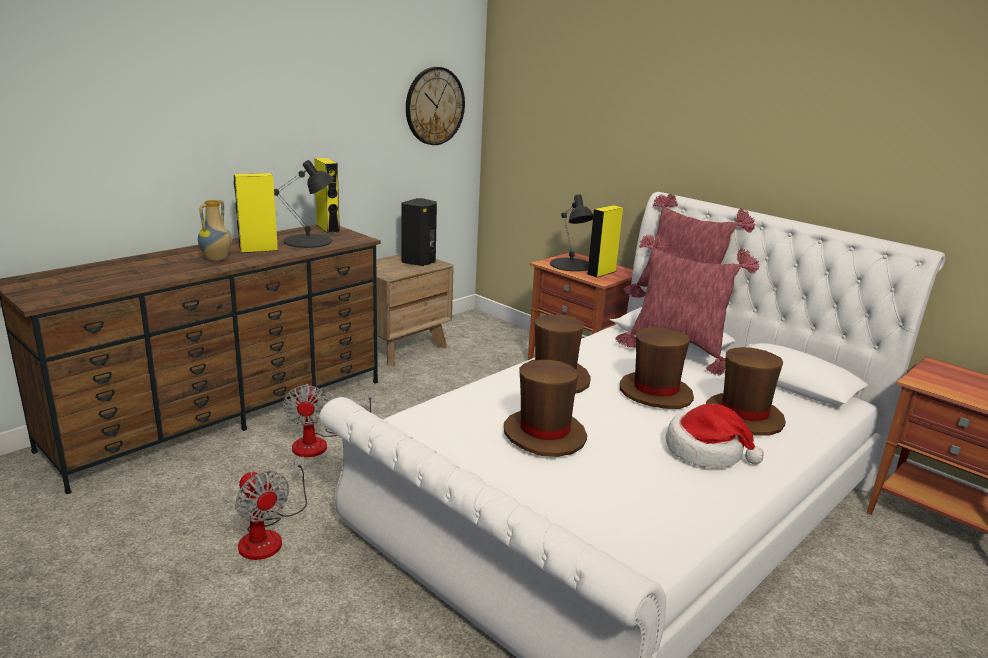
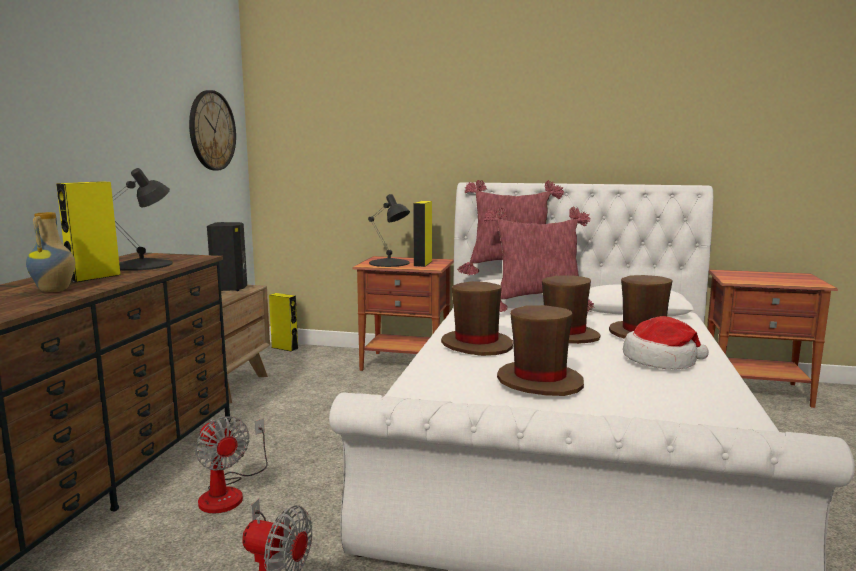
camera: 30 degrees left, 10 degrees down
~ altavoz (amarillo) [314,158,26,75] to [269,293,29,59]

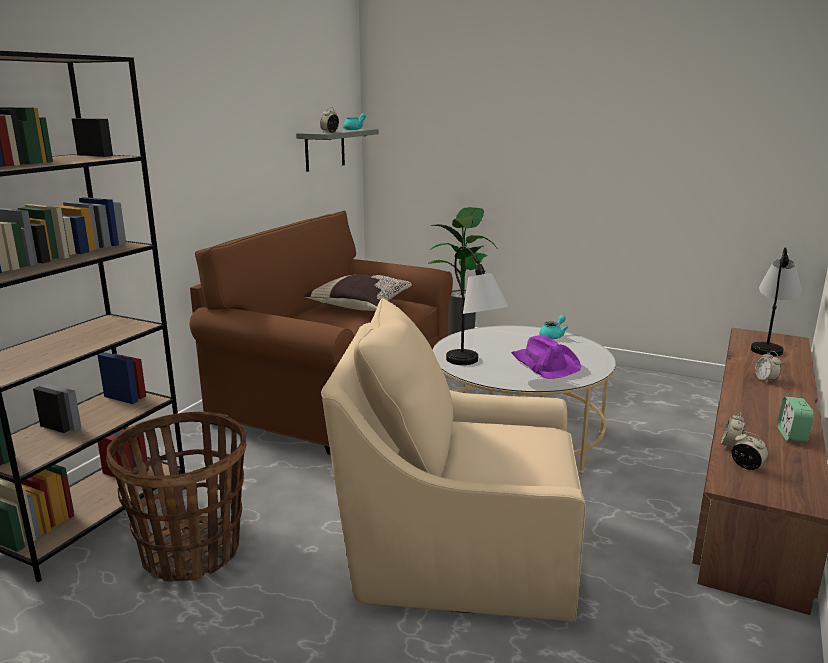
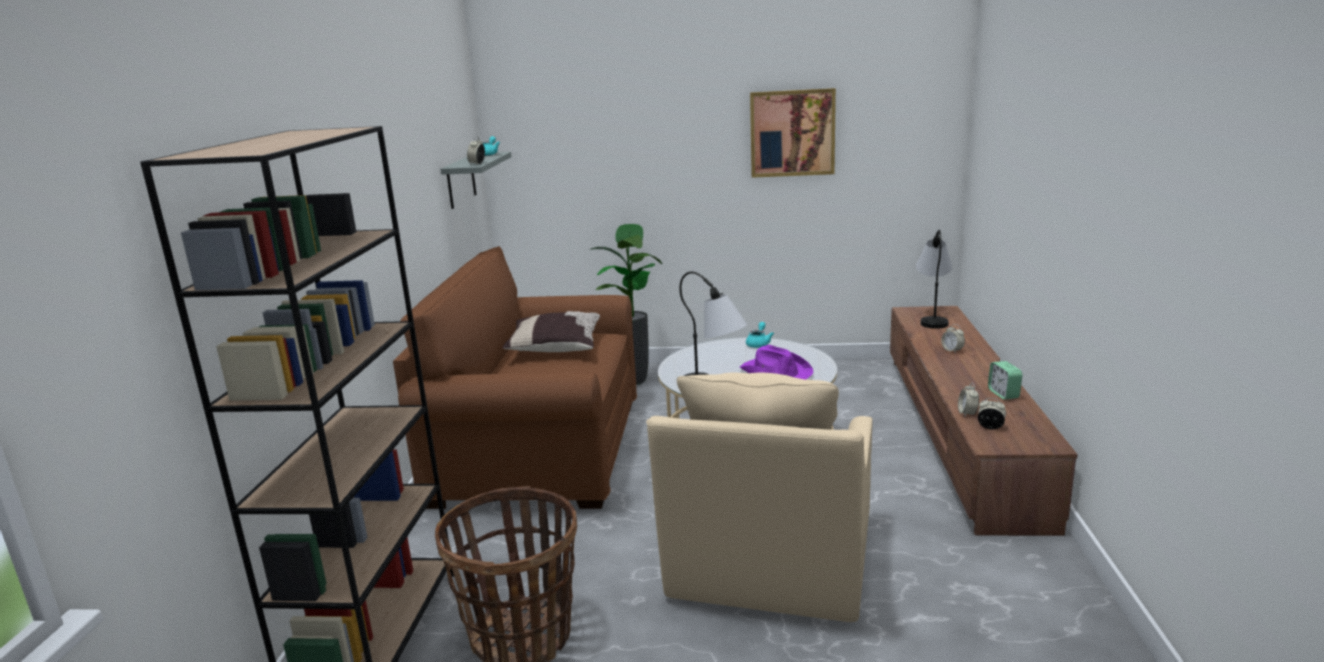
camera: 20 degrees left, 0 degrees up
~ sillón (beis) [321,298,265,324] = [646,372,227,250] 60 degrees counterclockwise
+ cuadro [750,88,86,90]

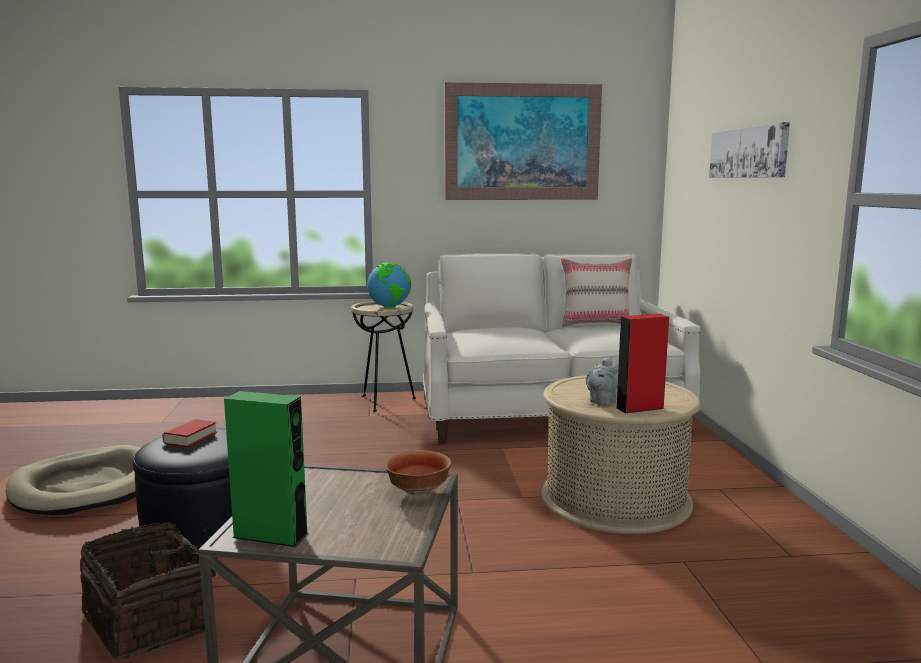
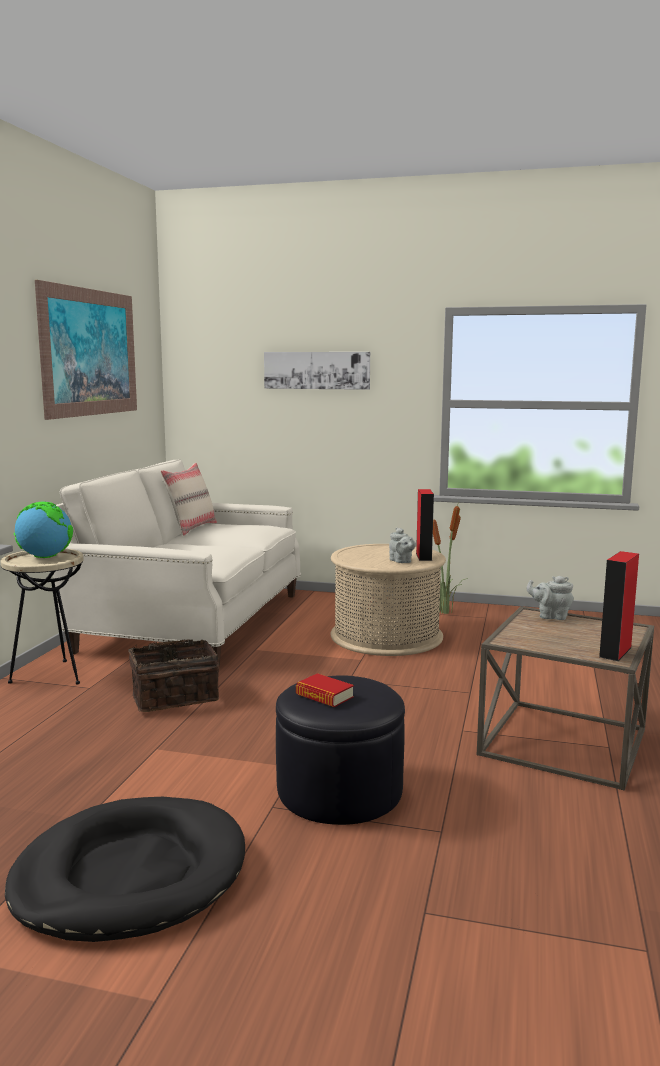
camera: 70 degrees left, 0 degrees up
~ cama para perro (beis) [5,445,136,70] to cama para perro (negro) [5,797,240,145]
~ cesta [80,523,136,137] to [128,639,91,73]
~ altavoz (verde) [224,391,85,156] to altavoz (rojo) [599,551,40,110]
~ cuenco [385,450,67,46] to tetera (gris) [526,576,48,44]
+ planta en maceta [433,501,35,113]

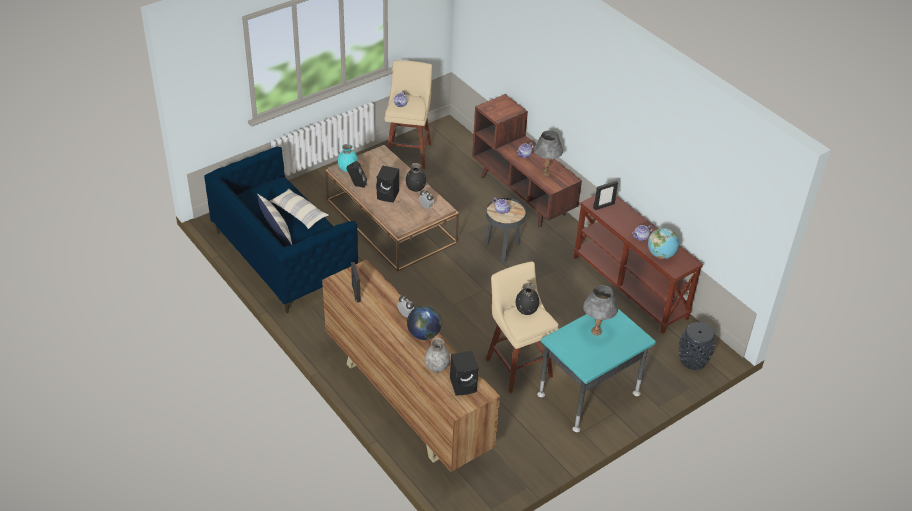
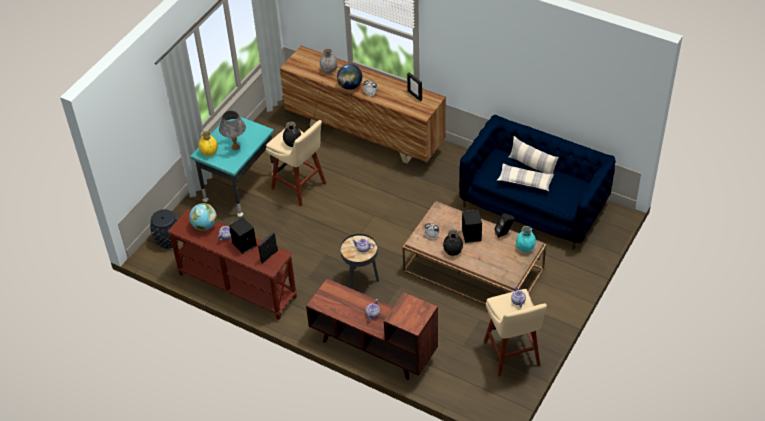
camera: 160 degrees right, 5 degrees up
~ altavoz (negro) [450,351,28,44] to [229,217,28,37]
- lámpara de mesa (gris) [534,130,29,46]
+ florero (amarillo) [199,131,19,25]

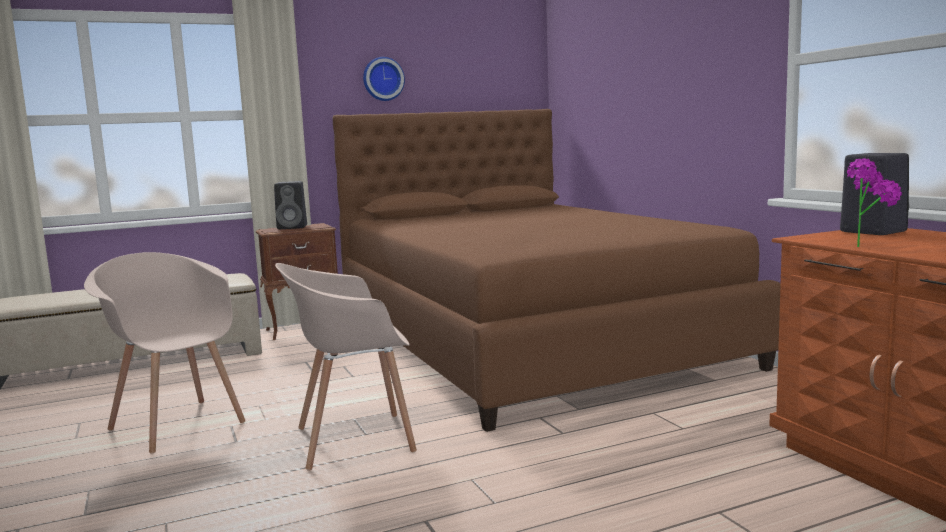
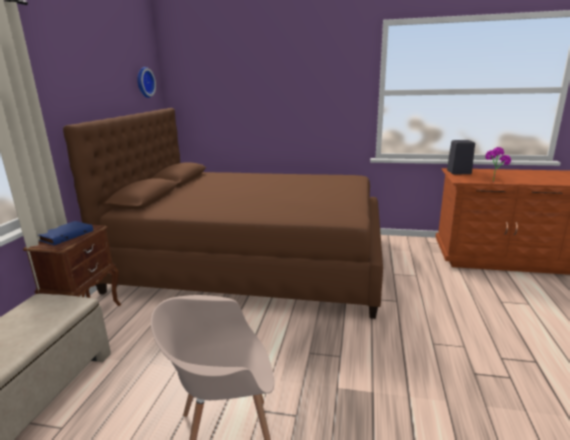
camera: 55 degrees left, 10 degrees up
~ altavoz (negro) [274,181,33,48] to libro (azul) [38,221,55,24]
- silla (beis) [275,263,142,208]
~ reloj de pared [363,57,42,44] to [137,67,19,31]

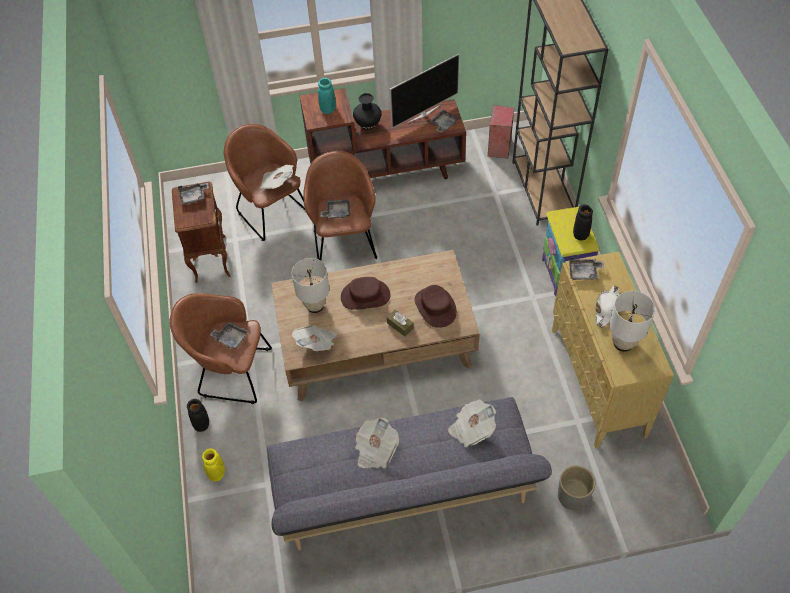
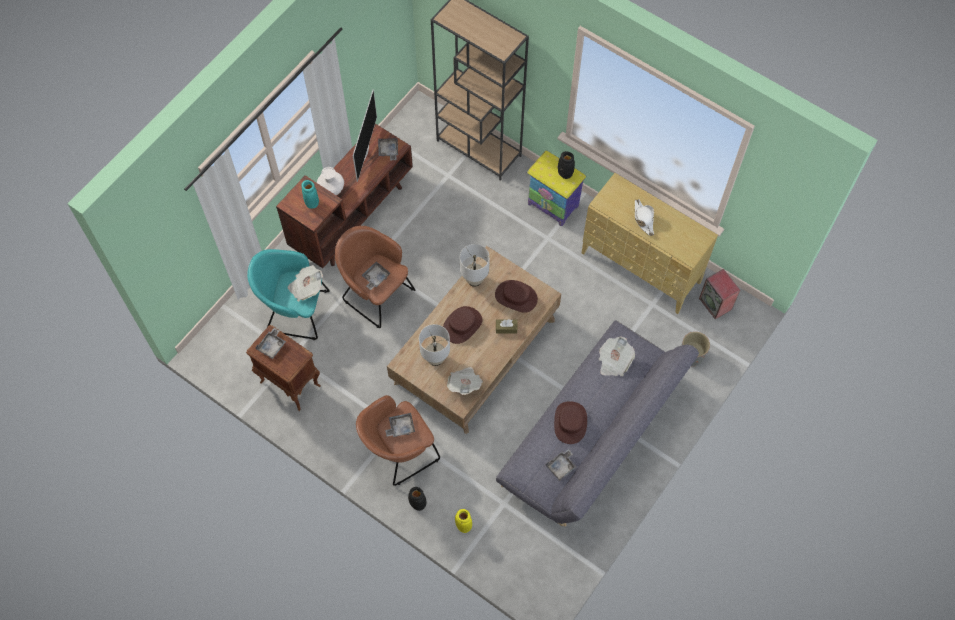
camera: 45 degrees left, 10 degrees up
~ sillón (marrón) [224,124,81,117] to sillón (turquesa) [247,249,83,91]
~ florero (negro) [353,93,29,37] to florero (blanco) [317,167,27,28]
~ periódico [355,417,44,51] to sombrero (marrón) [554,401,33,43]
~ altavoz [488,105,26,54] to [699,269,41,51]
~ bandeja (gris) [569,257,35,23] to [546,449,31,32]
~ lámpara de mesa (blanco) [609,291,46,61] to [460,244,30,43]

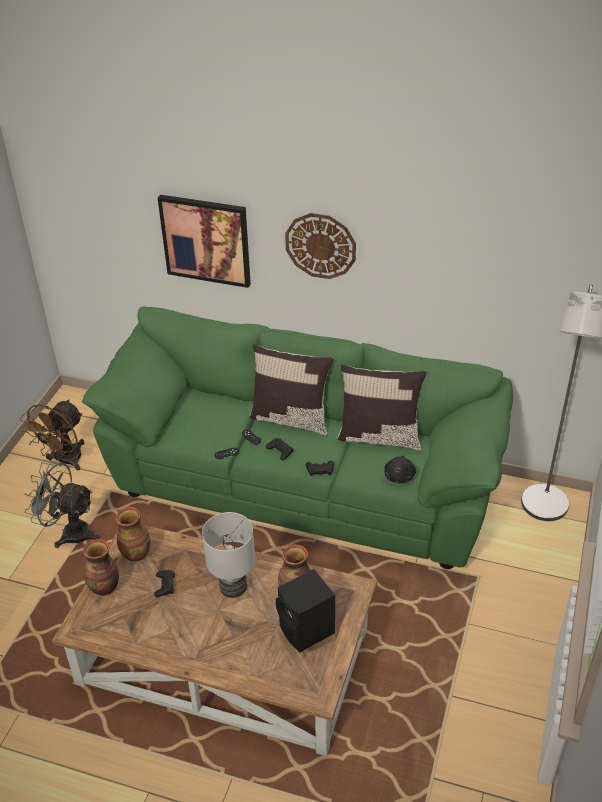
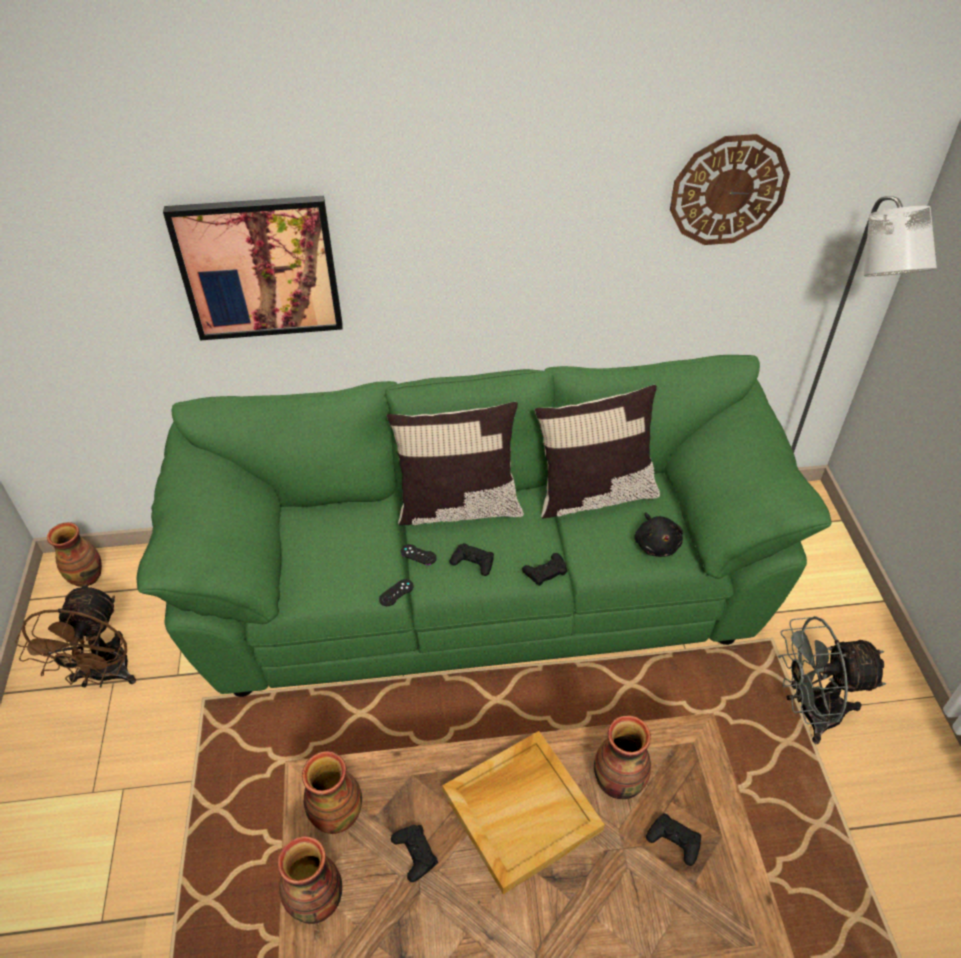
camera: 25 degrees left, 5 degrees up
~ ventilador (gris) [24,461,76,87] to [778,616,108,128]
~ lámpara de mesa (gris) [202,512,53,86] to bandeja (beis) [442,731,163,163]
~ altavoz (negro) [276,569,59,83] to mando de consola (negro) [646,813,55,53]
~ reloj de pared [285,213,71,66] to [670,134,120,111]
+ florero [47,522,55,65]

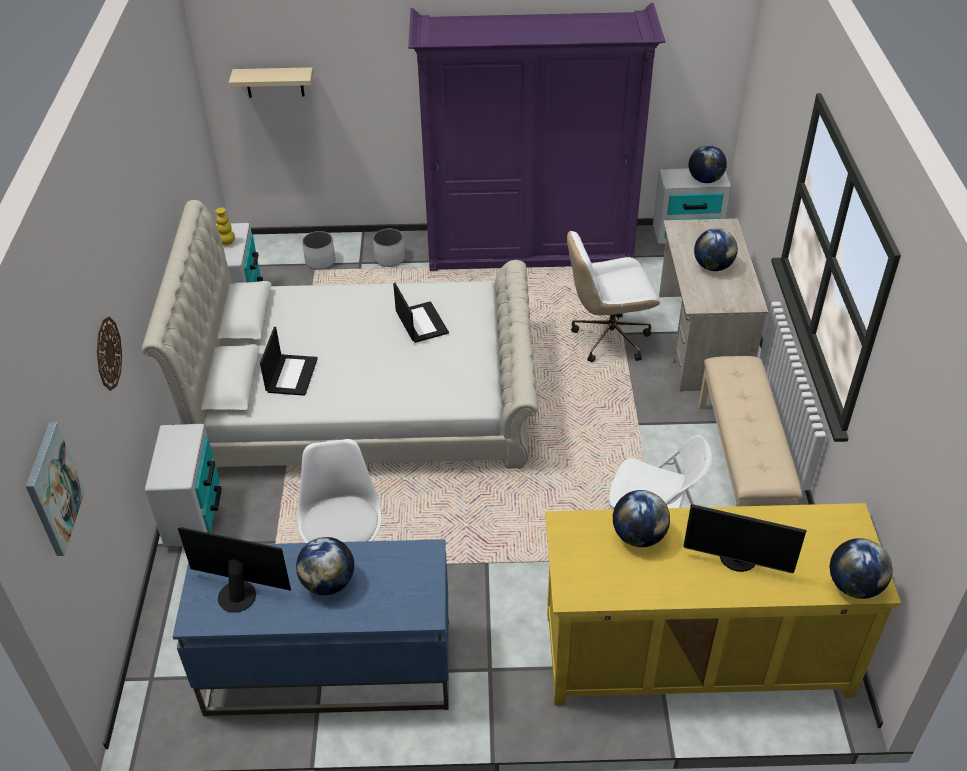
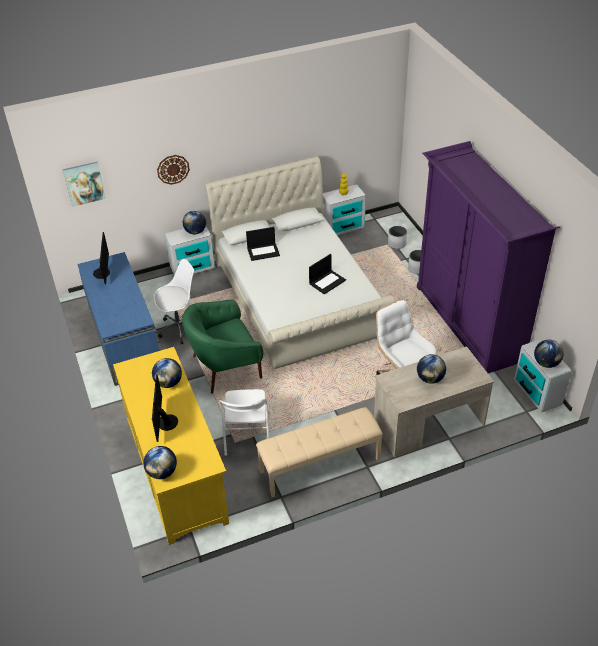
camera: 70 degrees right, 0 degrees up
- estante (beis) [229,67,84,31]
~ globo terráqueo [296,537,58,58] to [183,211,23,23]
+ sillón (verde) [182,299,82,95]

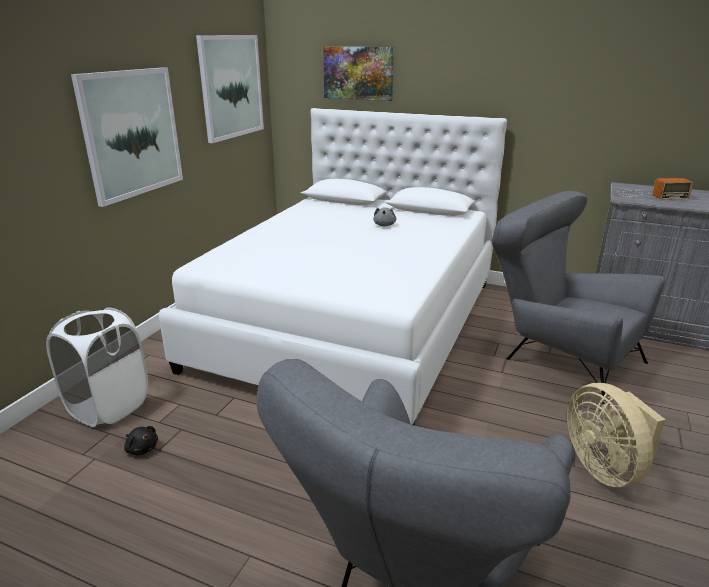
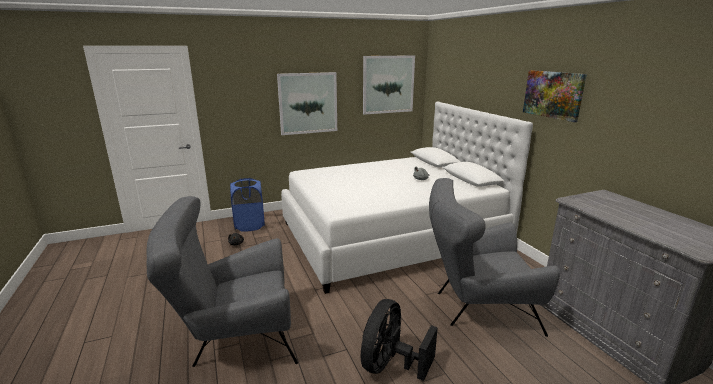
camera: 45 degrees right, 5 degrees down
~ cesto de la ropa (blanco) [46,307,102,120] to cesto de la ropa (azul) [230,178,35,54]
~ cuadro [323,46,71,55] to [523,70,64,52]
~ sillón (gris) [492,191,173,213] = [429,178,131,159] 90 degrees counterclockwise
~ ventilador (beis) [567,383,99,104] to ventilador (negro) [361,299,77,82]
- radio [617,178,76,22]

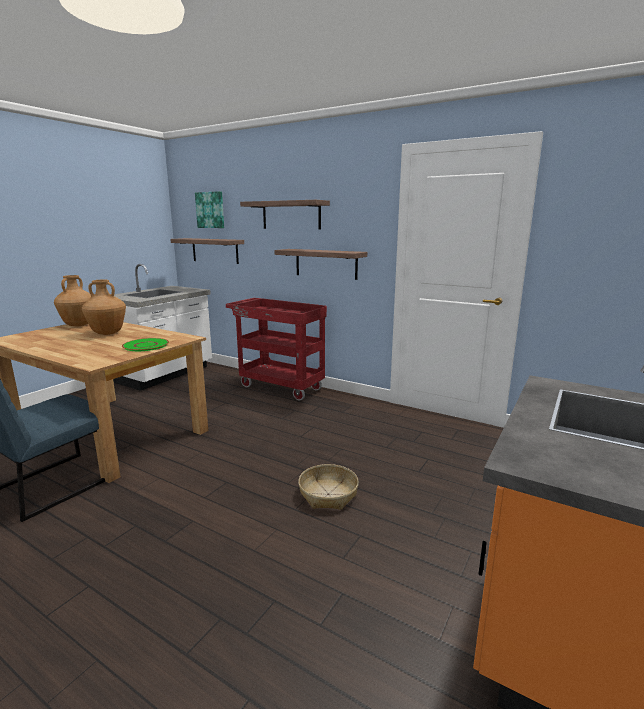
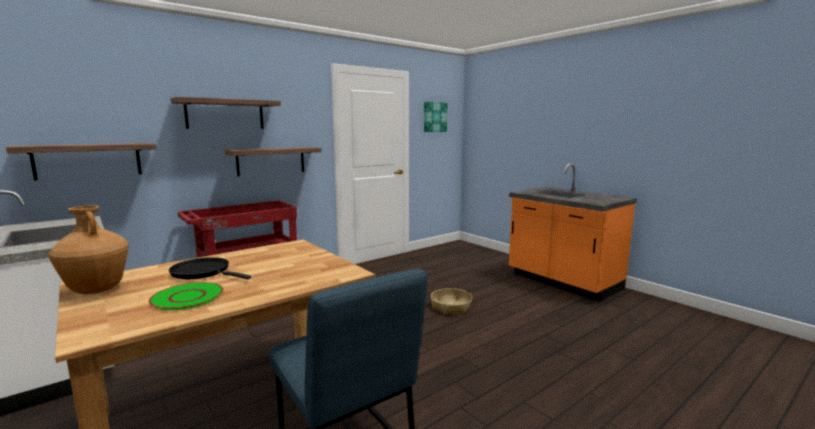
camera: 70 degrees left, 5 degrees down
~ florero (marrón) [82,279,44,56] to sartén (negro) [169,257,82,22]
~ plato (verde) [122,338,47,13] to [149,282,74,28]
~ cuadro [195,191,29,37] to [424,102,23,30]

